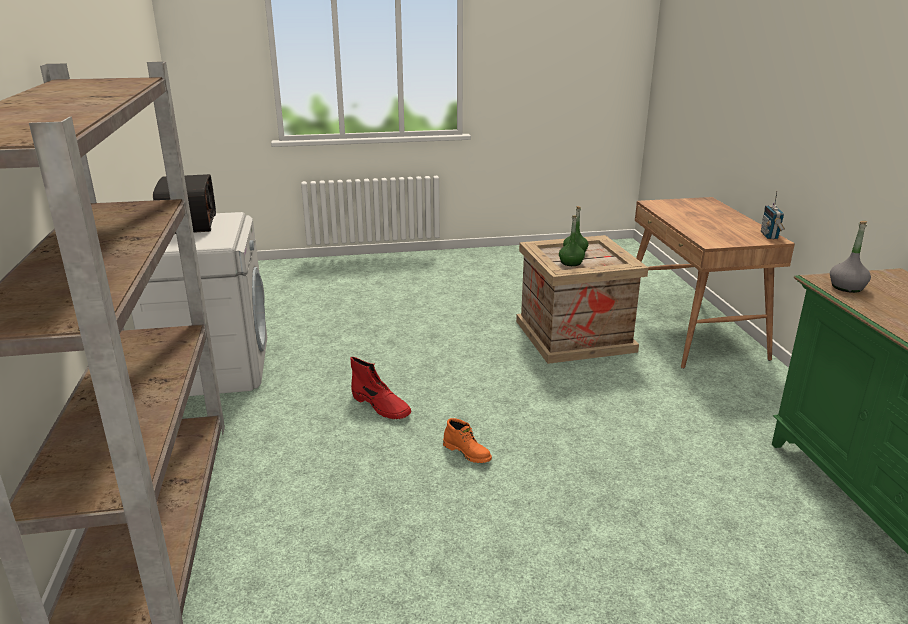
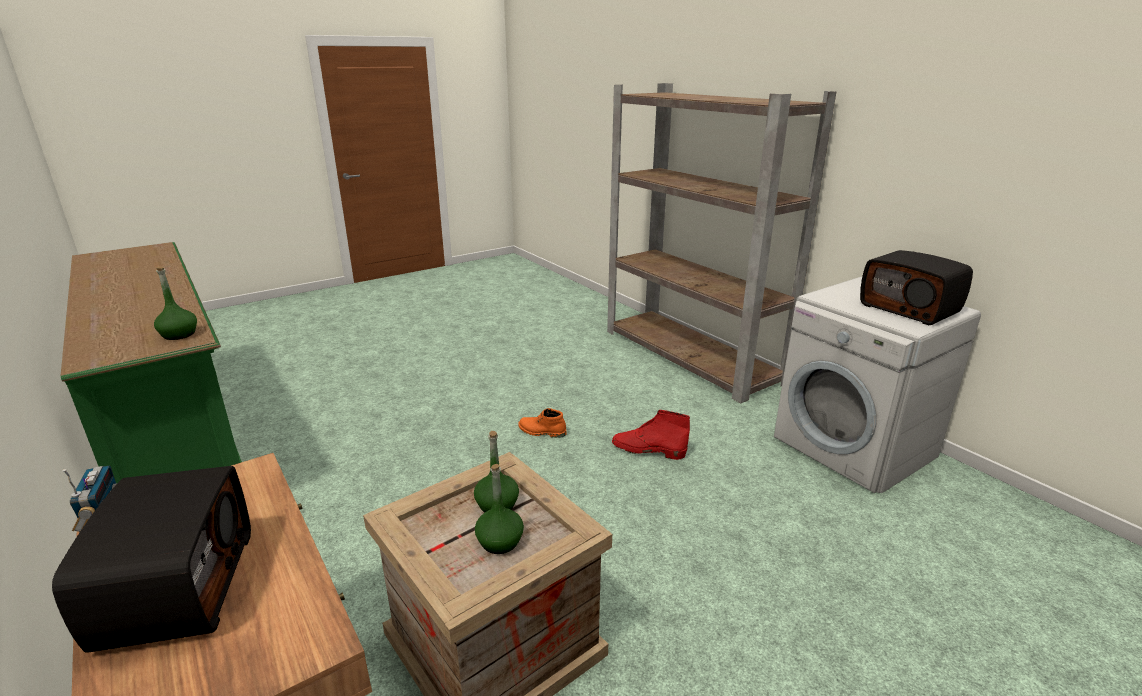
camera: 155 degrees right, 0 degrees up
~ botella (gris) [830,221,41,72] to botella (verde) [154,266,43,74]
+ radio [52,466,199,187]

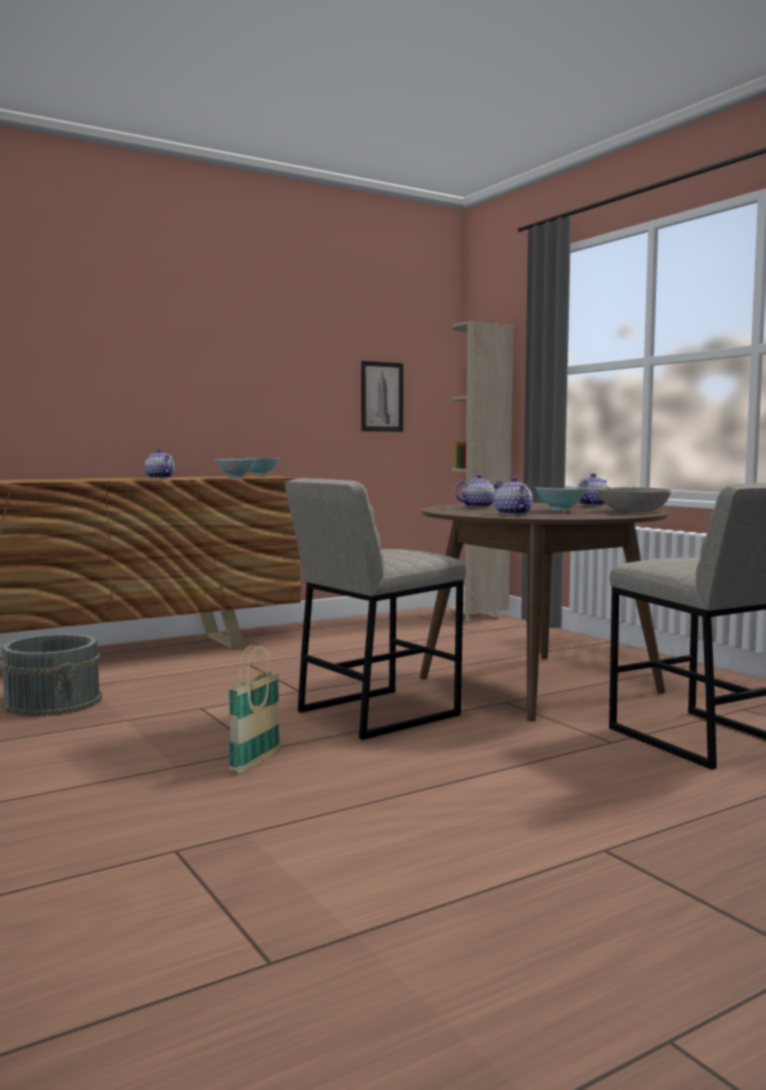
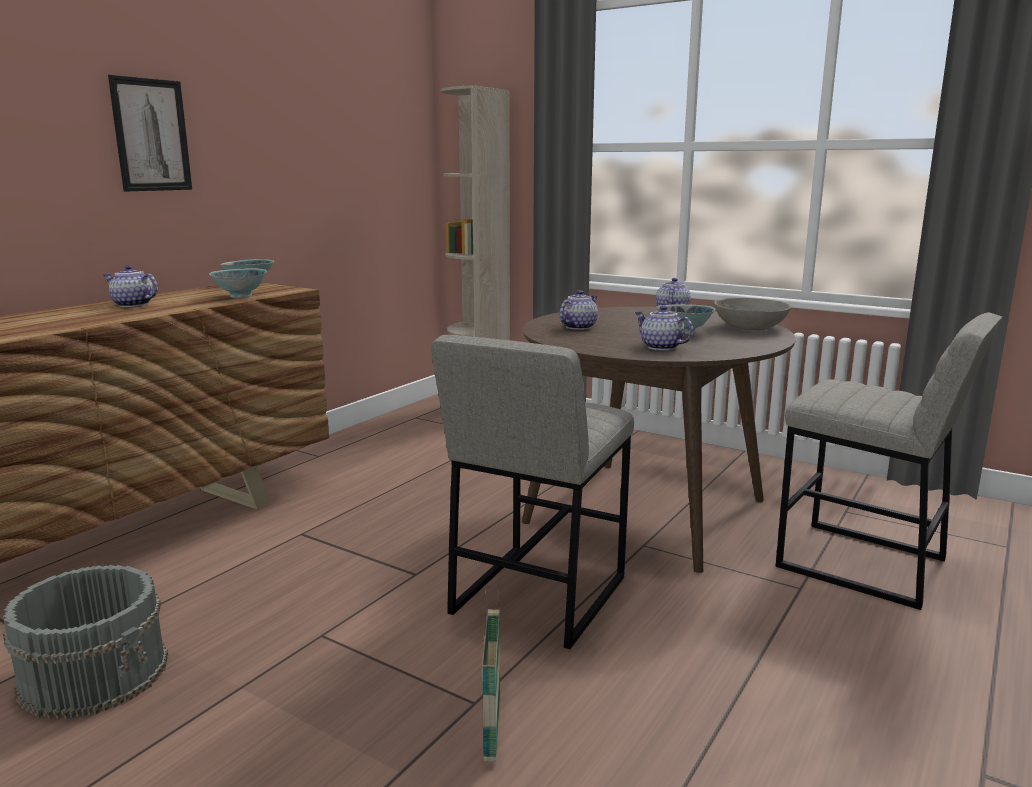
camera: 25 degrees left, 10 degrees up
~ cuadro [361,361,42,71] to [108,75,84,117]

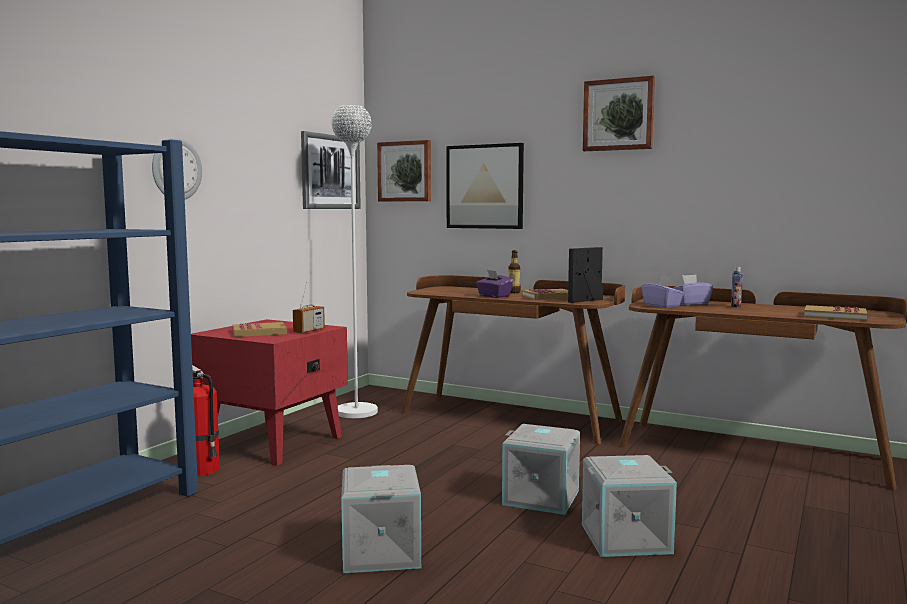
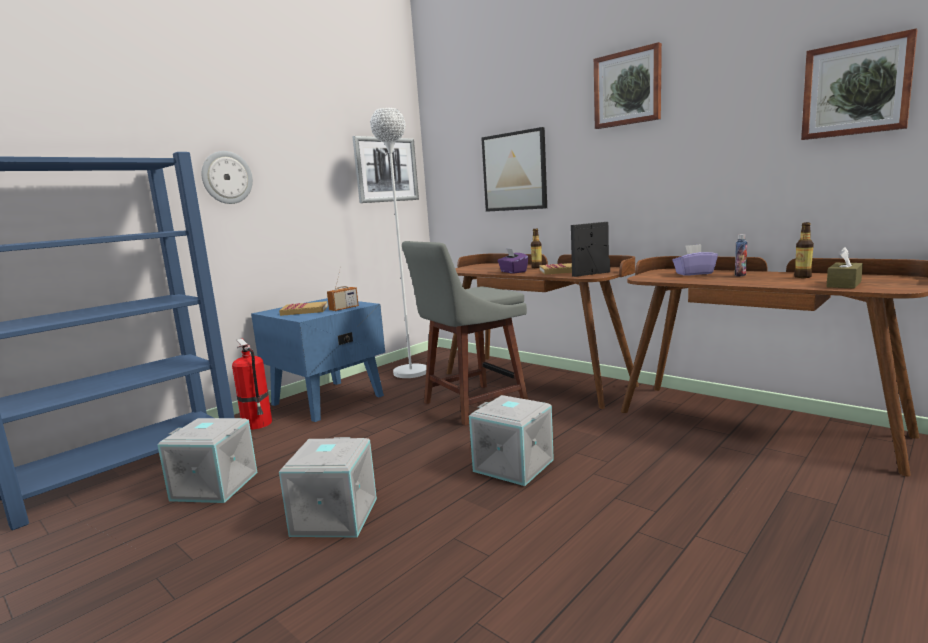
camera: 15 degrees right, 5 degrees up
~ mesita de noche (rojo) [191,319,157,147] to mesita de noche (azul) [251,298,134,124]
~ cuadro [377,140,54,62] to [801,28,116,112]
~ caja de almacenaje (gris) [582,455,95,102] to [157,418,101,85]
- caja de pañuelos (morado) [641,276,43,32]
~ libro [804,305,63,16] to caja de pañuelos (marrón) [826,247,37,42]
+ taburete (gris) [402,241,126,185]
+ botella [794,222,20,56]

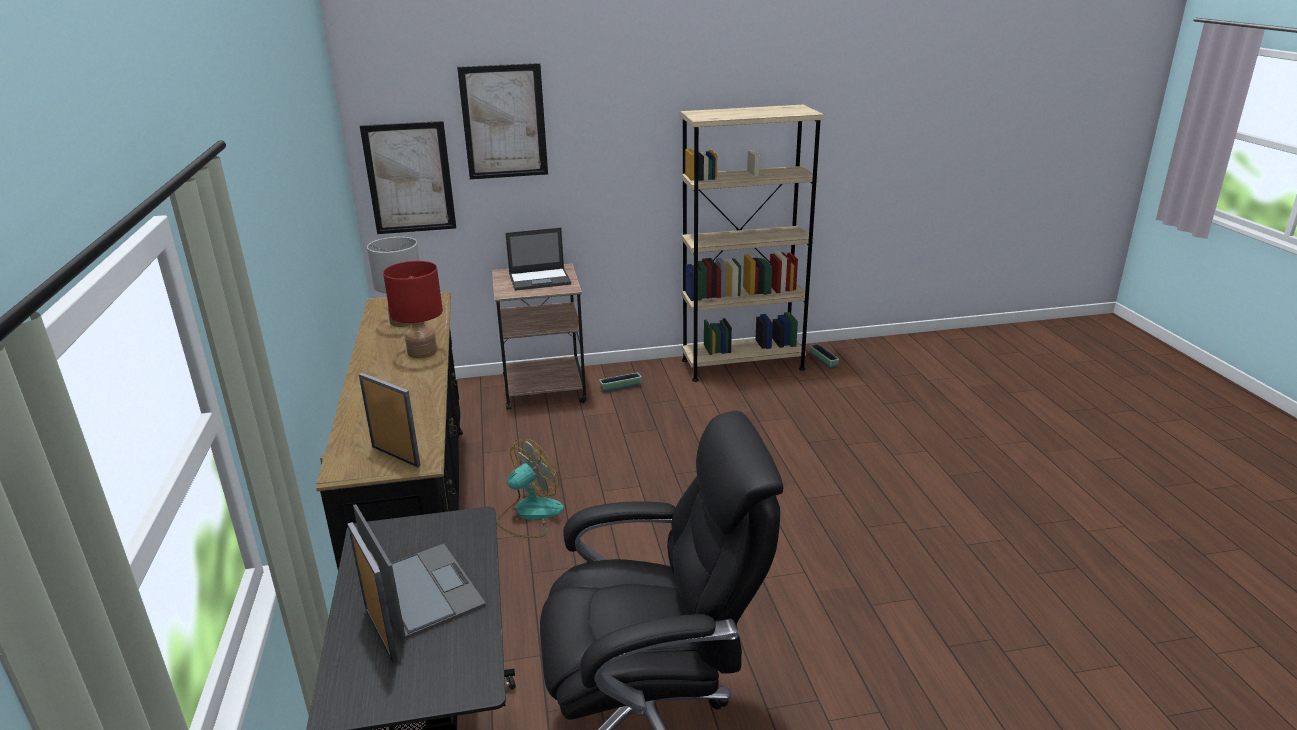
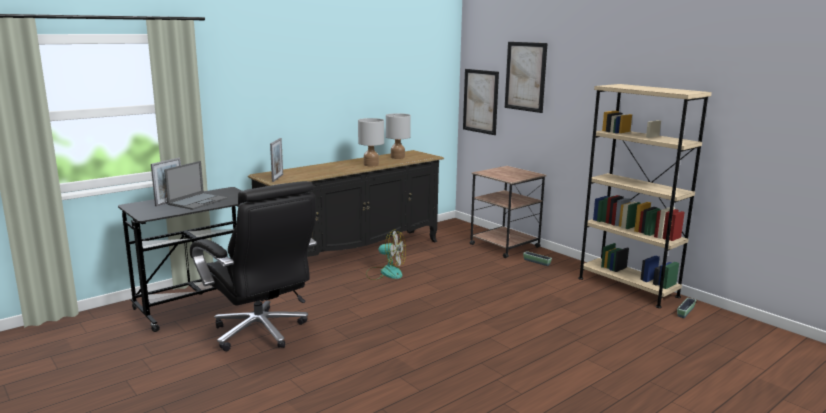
camera: 60 degrees right, 10 degrees down
~ lámpara de mesa (rojo) [383,261,60,97] to lámpara de mesa (gris) [358,118,26,48]
- portátil [505,228,66,63]

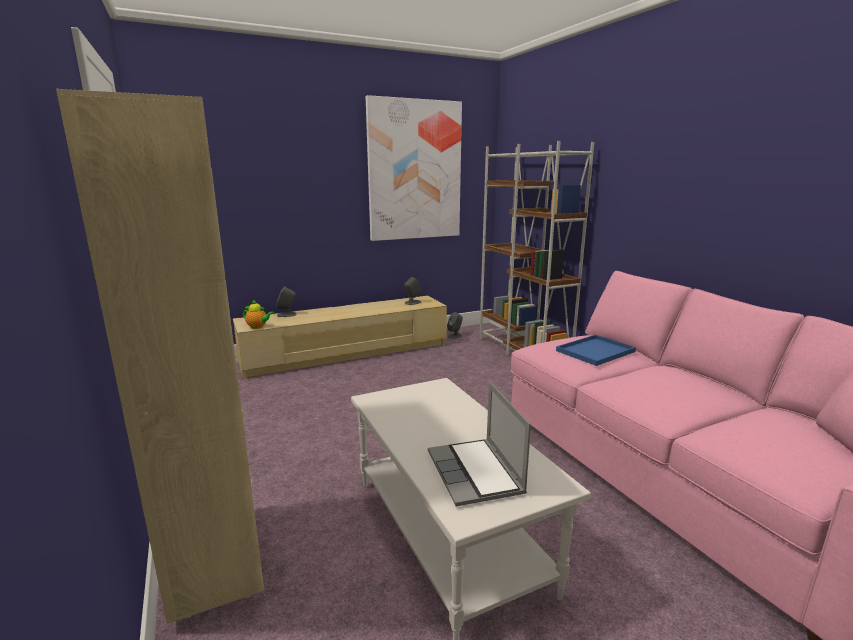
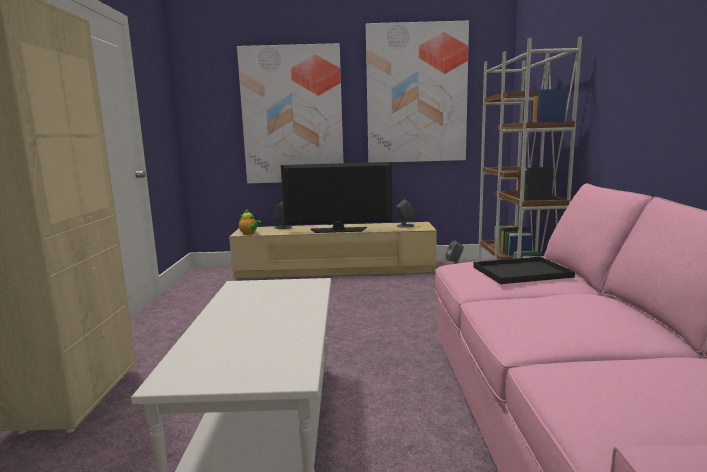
camera: 25 degrees right, 5 degrees down
- portátil [428,382,103,124]
~ bandeja (azul) [556,335,80,31] to bandeja (negro) [473,257,102,27]
+ cuadro [237,43,106,140]
+ televisor [281,162,111,71]

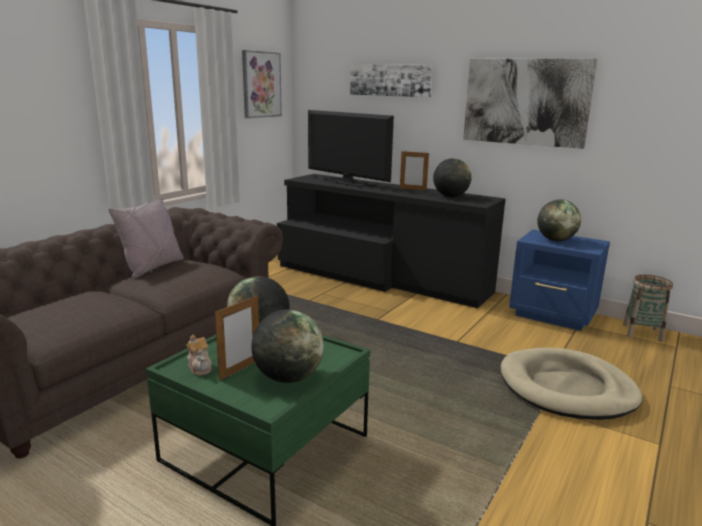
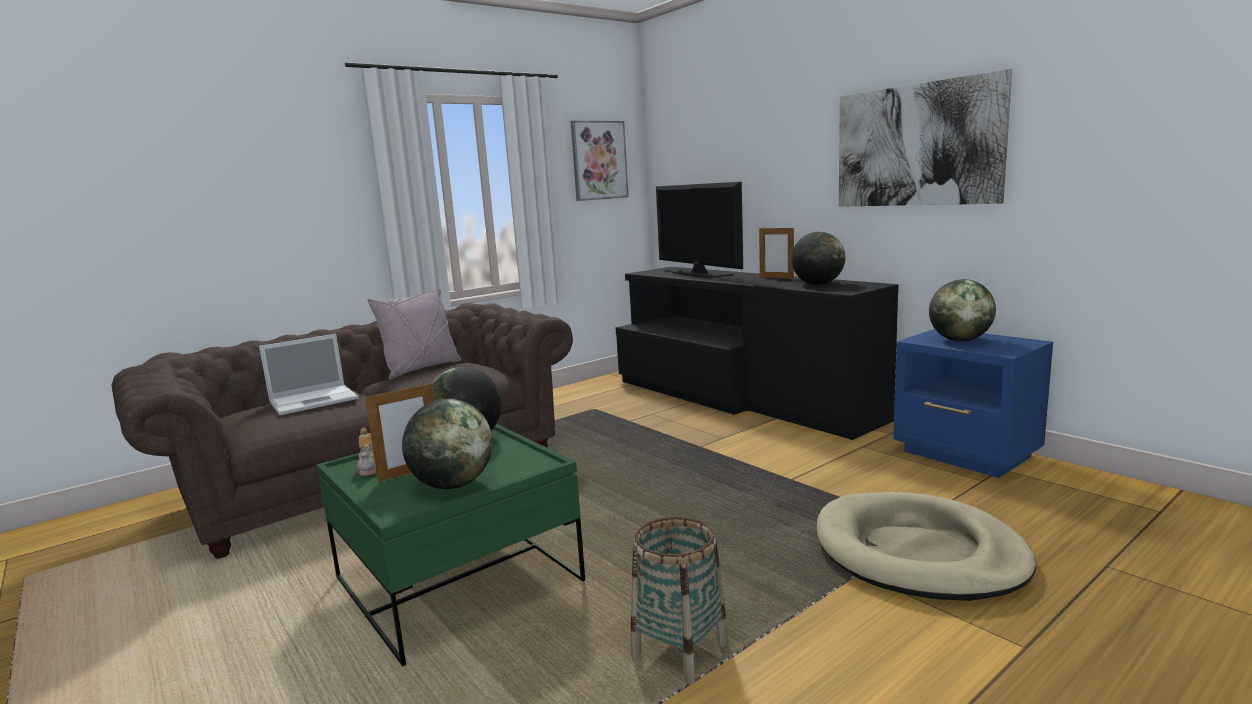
camera: 20 degrees right, 5 degrees down
- cuadro [350,64,83,33]
~ cesta [623,275,50,67] to [631,517,97,168]
+ portátil [259,334,99,81]

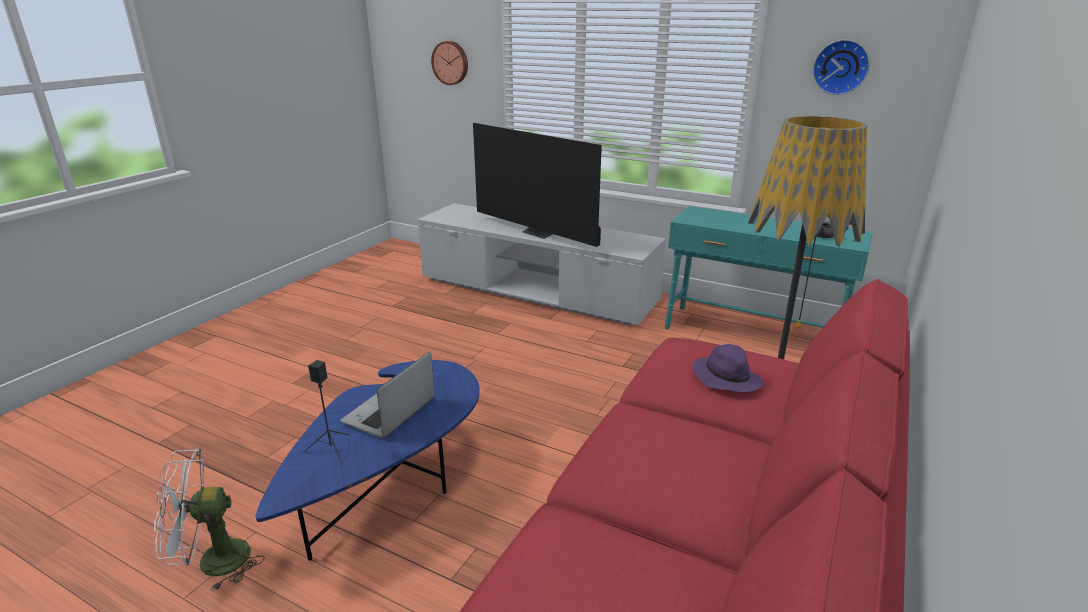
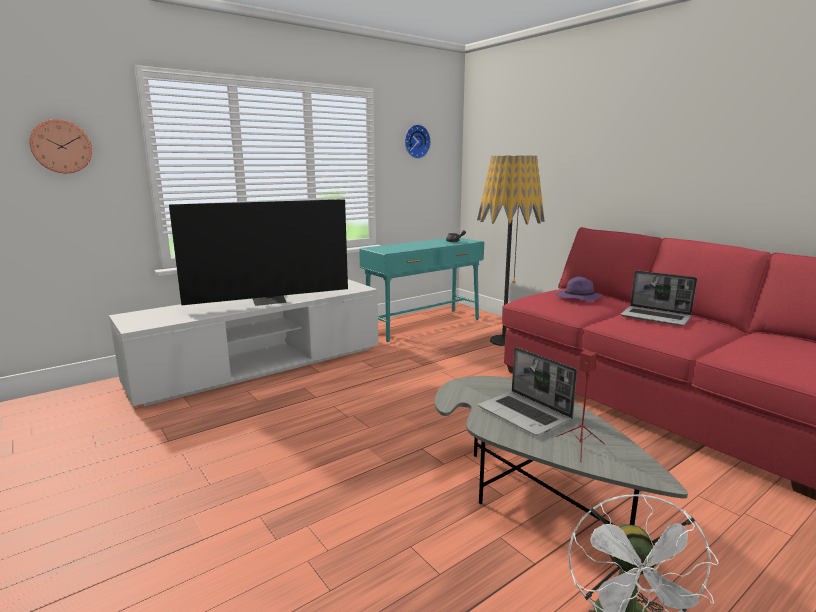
camera: 65 degrees left, 10 degrees down
~ mesa de centro (azul) [255,360,225,201] to mesa de centro (gris) [435,376,253,149]
~ altavoz (negro) [303,360,46,104] to altavoz (rojo) [556,350,49,112]
+ portátil [620,270,77,56]

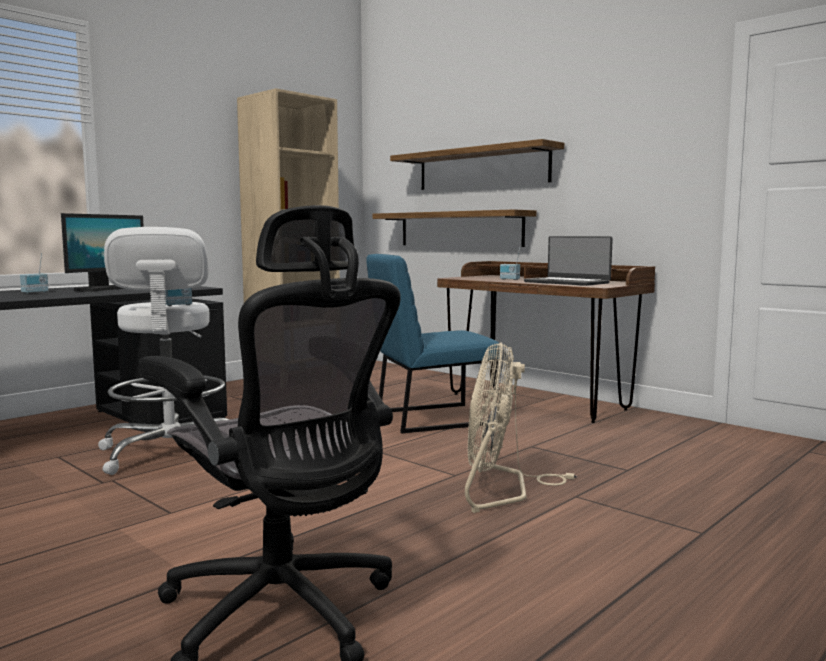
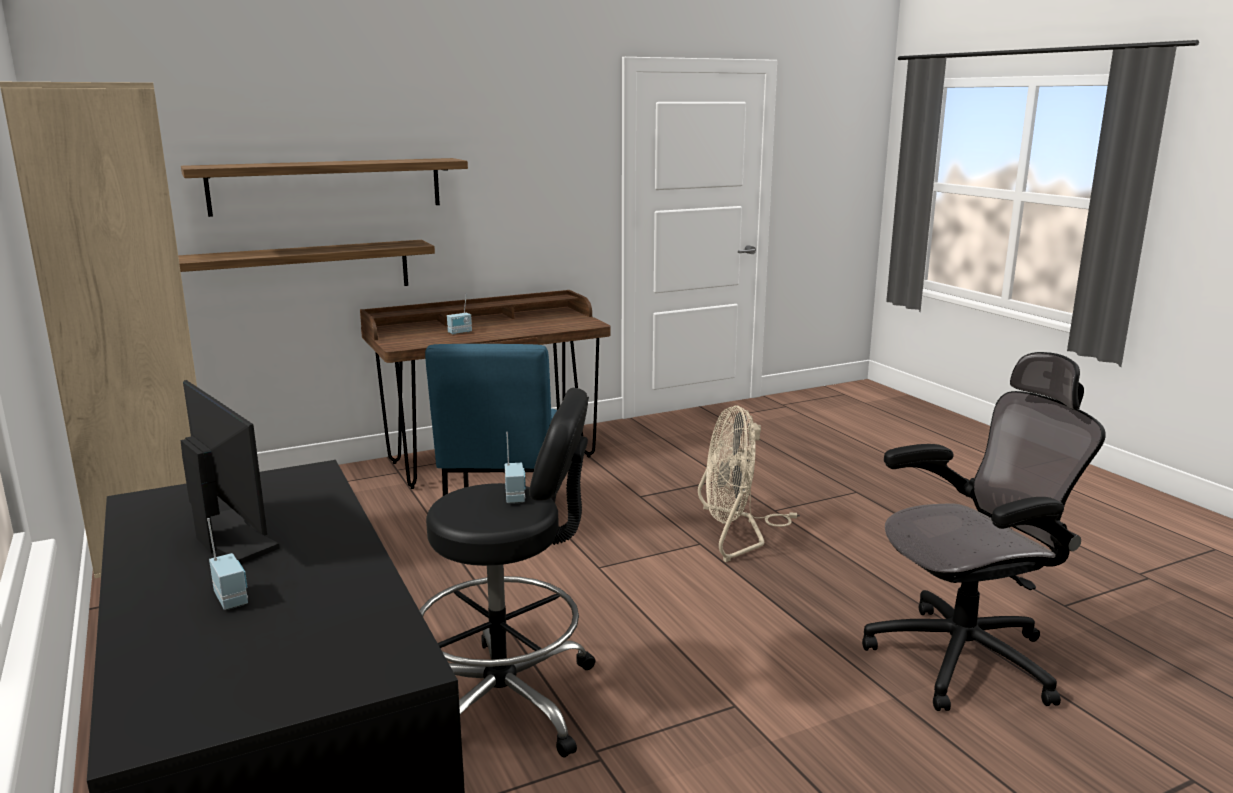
camera: 70 degrees left, 10 degrees up
~ taburete (blanco) [98,227,132,248] to taburete (negro) [419,388,177,370]
~ ventilador (beis) [465,342,112,171] = [698,405,102,157] 60 degrees clockwise
- portátil [524,236,89,50]

